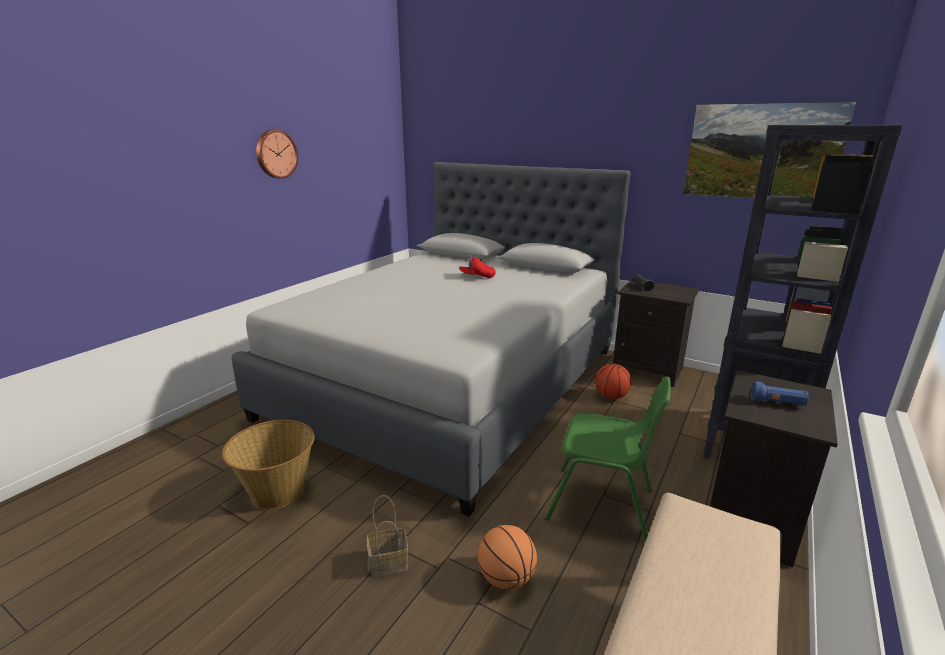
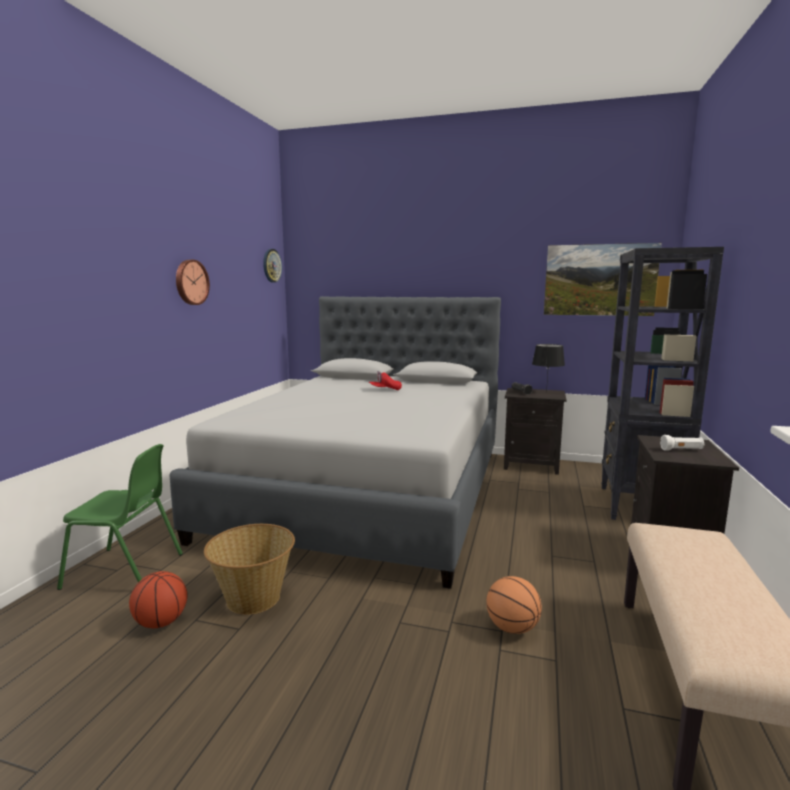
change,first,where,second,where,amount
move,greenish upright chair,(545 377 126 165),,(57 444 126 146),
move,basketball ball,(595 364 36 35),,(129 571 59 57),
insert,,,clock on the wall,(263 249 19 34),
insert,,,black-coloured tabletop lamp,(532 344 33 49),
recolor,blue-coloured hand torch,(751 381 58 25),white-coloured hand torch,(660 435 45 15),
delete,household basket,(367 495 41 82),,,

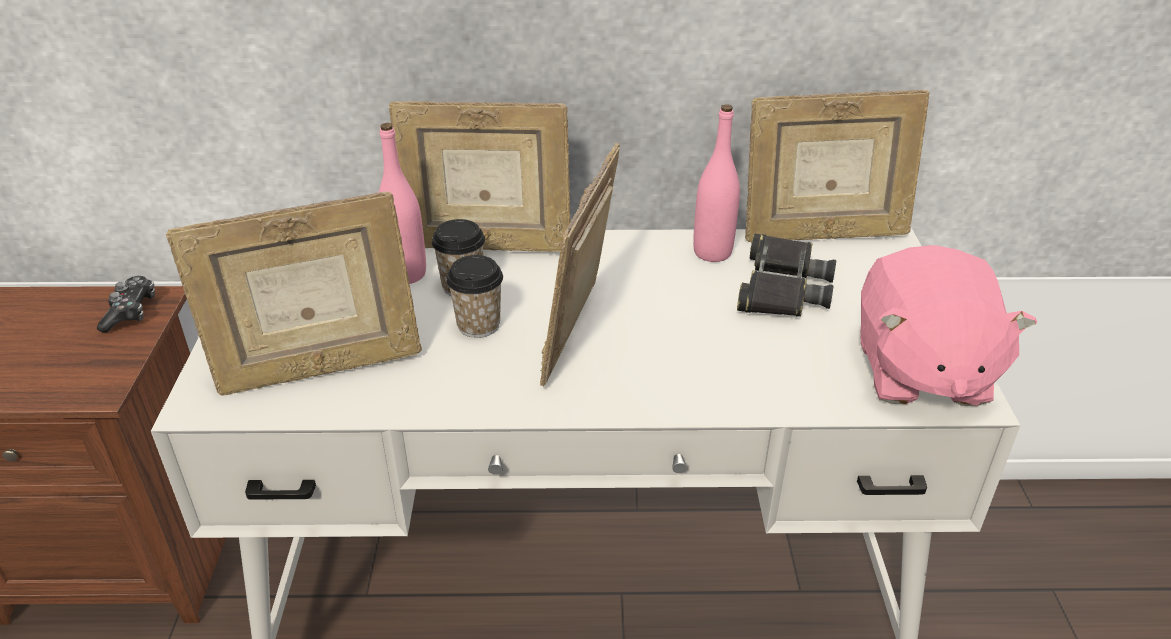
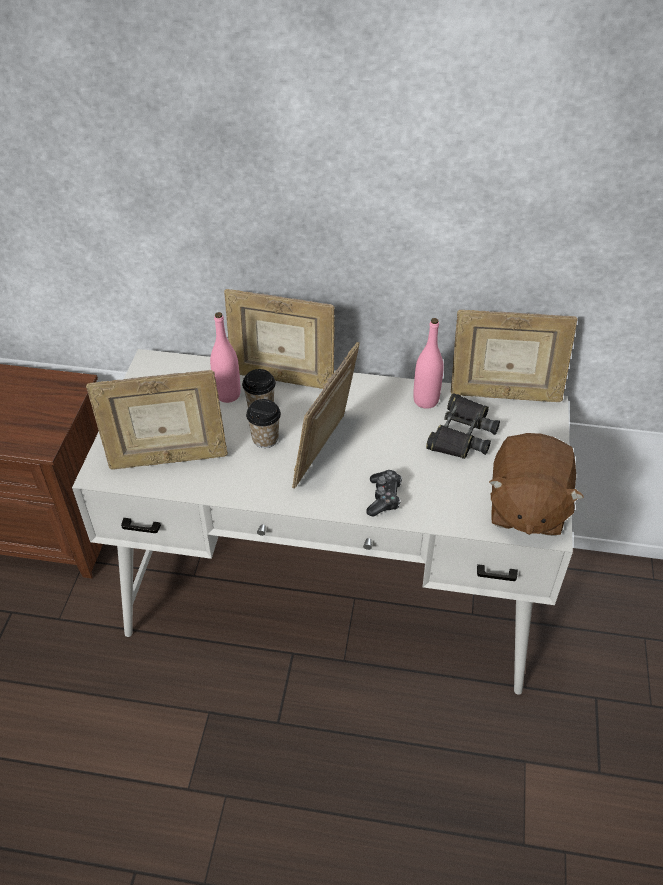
change,first,where,second,where,amount
move,joypad,(97 276 58 56),,(366 470 36 47),
recolor,pink-coloured soft toy,(860 245 177 161),brown soft toy,(489 433 95 103),

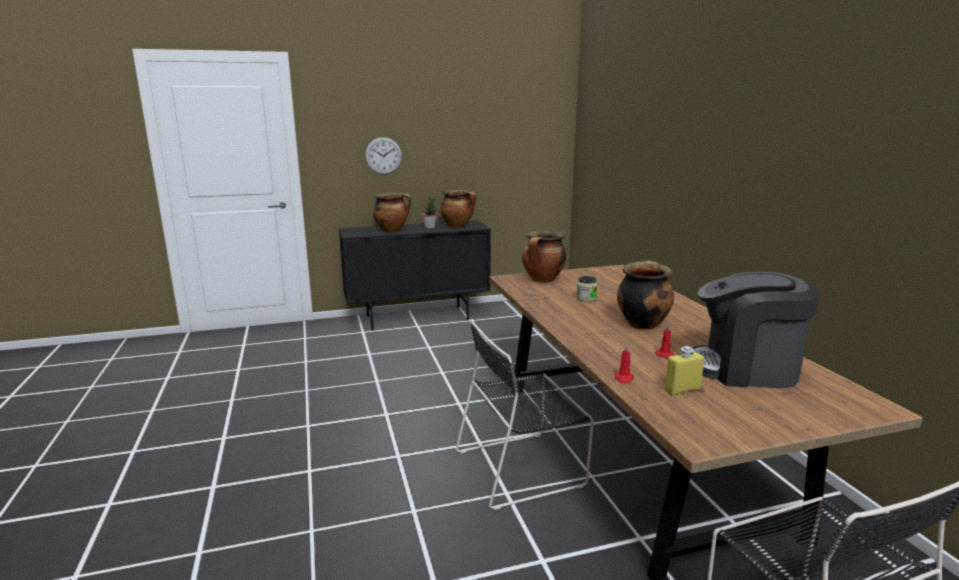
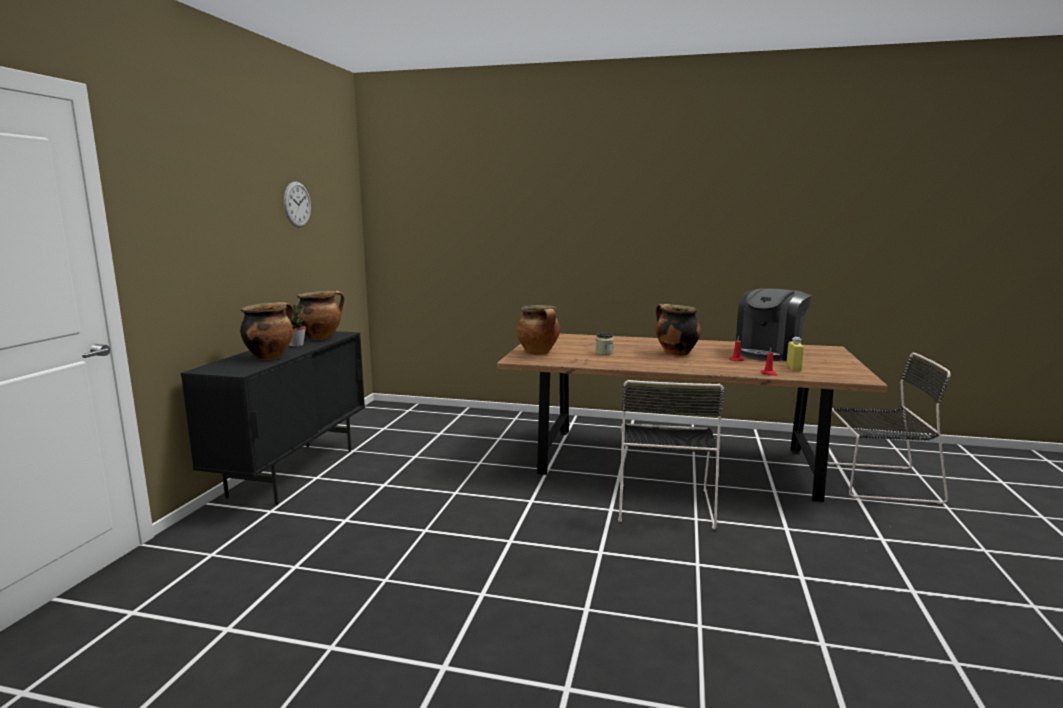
change,first,where,second,where,amount
move,clock on the wall,(365 137 37 38),,(284 181 27 47),

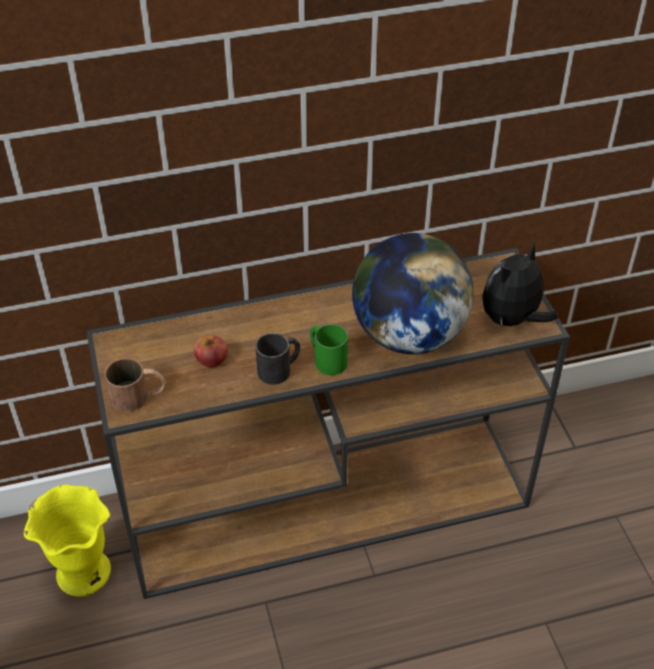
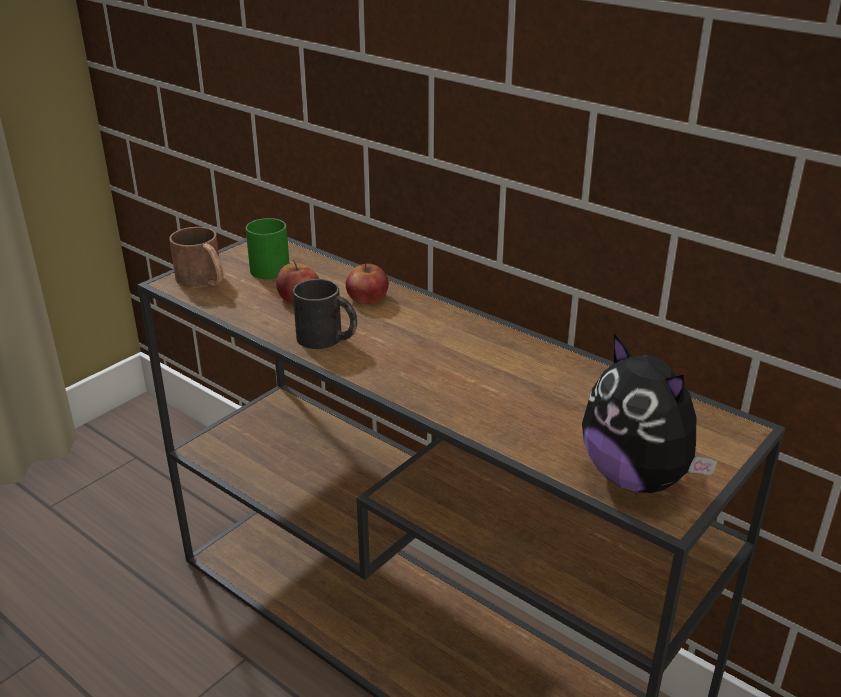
change,first,where,second,where,amount
move,greenish tea mug,(310 324 38 51),,(245 218 45 61),
insert,,,whole apple,(346 263 43 41),
rotate,soft toy,(482 244 76 86),,(582 334 136 159),135 degrees counterclockwise
delete,yellow vase,(24 485 87 112),,,
delete,globe,(352 233 122 121),,,

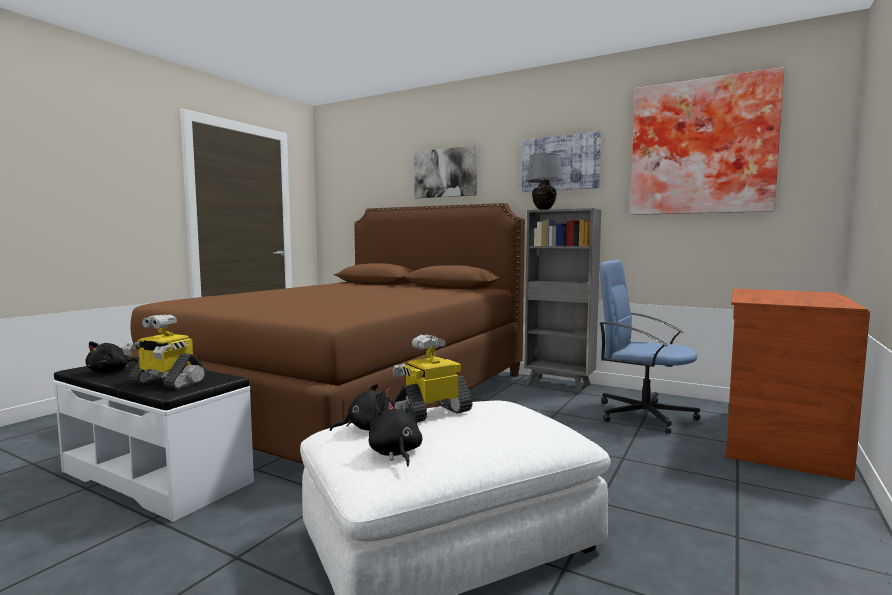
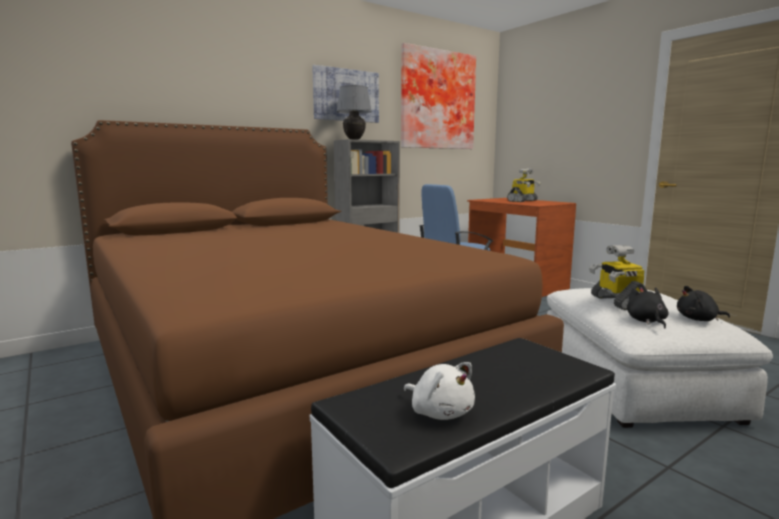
change,first,where,second,where,amount
recolor,black-coloured soft toy,(85 341 53 32),white-coloured soft toy,(403 362 72 58),
move,toy robot,(122 314 84 76),,(507 169 34 33),
delete,wall art,(414 145 63 53),,,

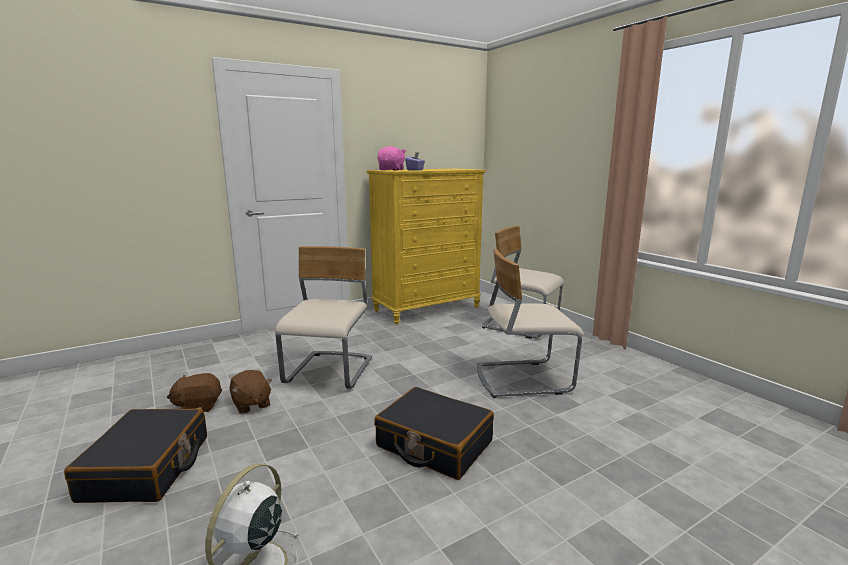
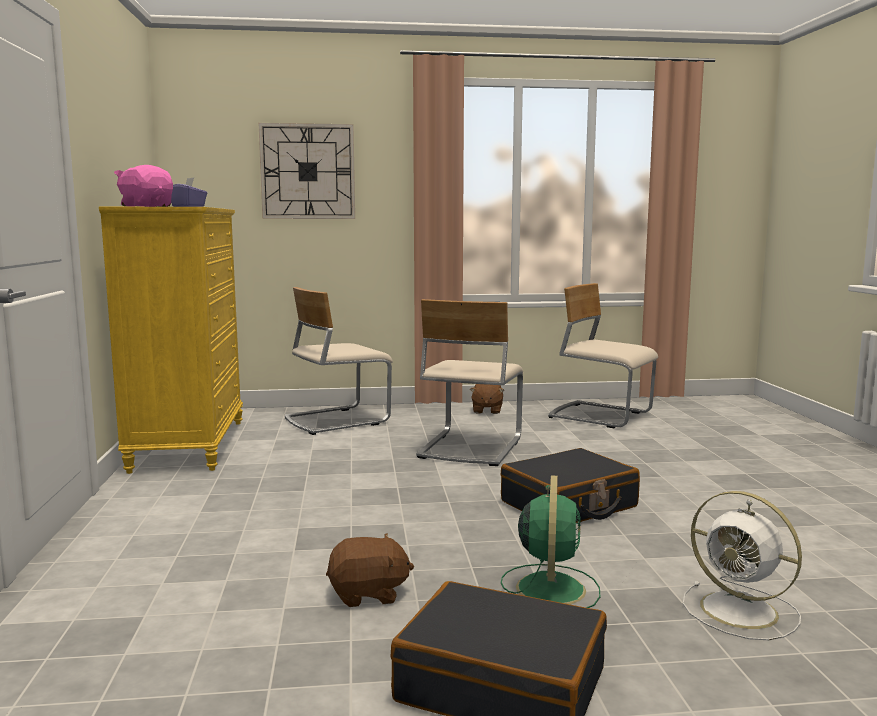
change,first,where,second,where,amount
insert,,,clock on the wall,(259 123 96 96),
move,brown soft toy,(167 373 55 39),,(470 384 34 30),
insert,,,greenish electric fan,(501 475 99 133),
move,beige upright chair,(275 246 97 143),,(548 283 110 145),

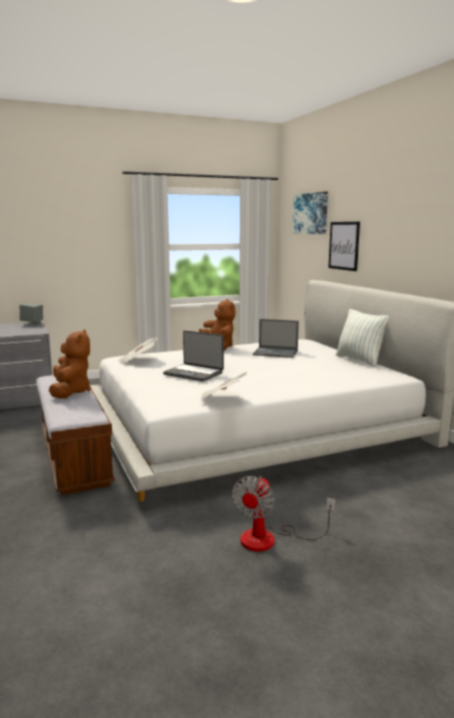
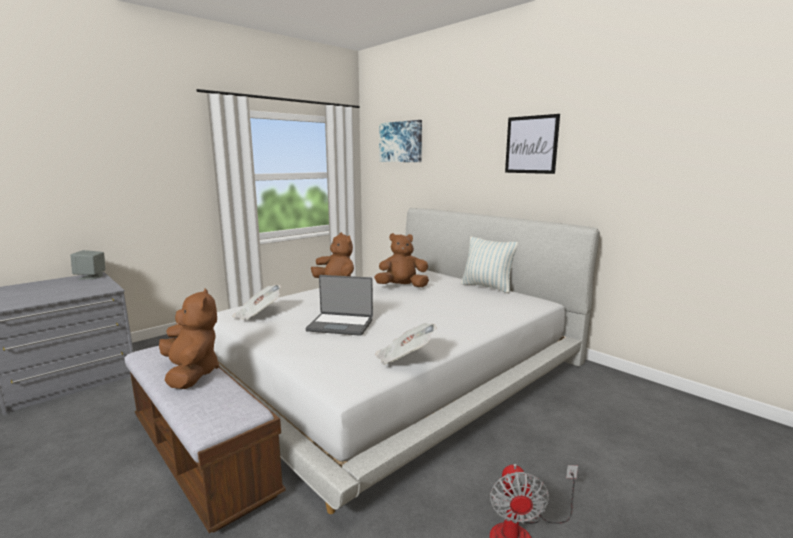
change,first,where,second,where,amount
replace,notebook computer,(253 319 46 39),brown soft toy,(374 233 55 54),
move,wall art,(328 222 32 49),,(505 114 55 60),

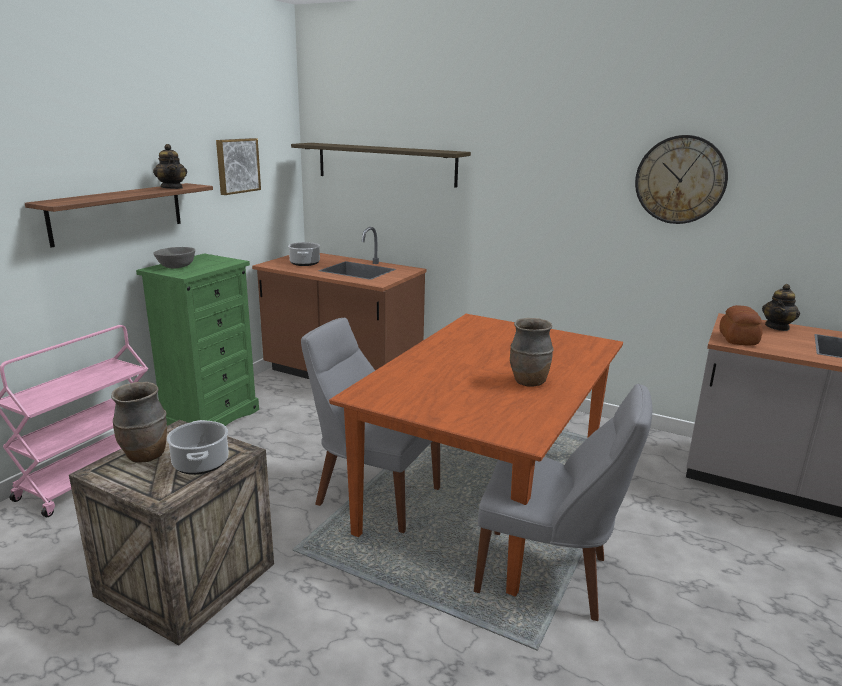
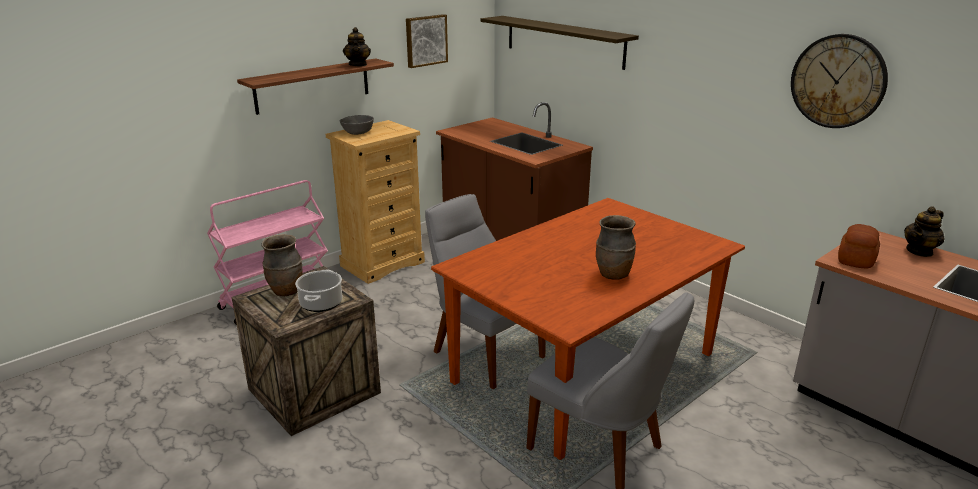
change,first,where,second,where,amount
recolor,greenish drawer chest,(136 254 123 172),beige drawer chest,(326 120 99 164),
delete,stockpot,(288 242 32 24),,,

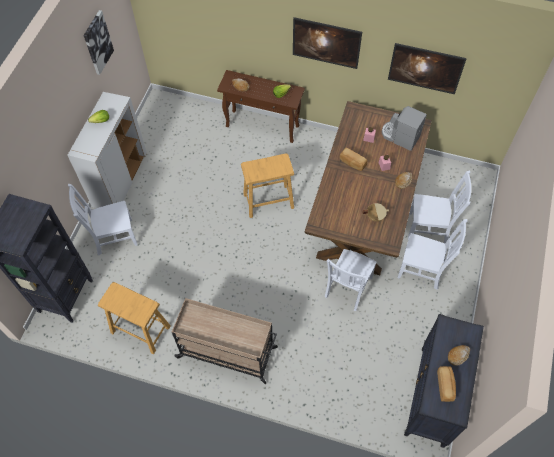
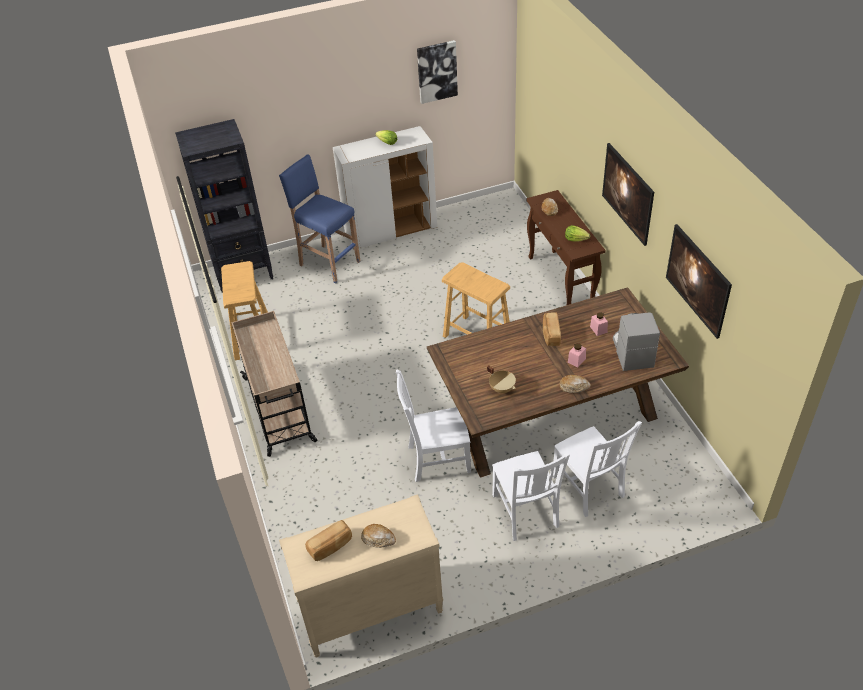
change,first,where,second,where,amount
replace,white-coloured upright chair,(68 184 70 71),blue-coloured stool,(279 155 82 128),
recolor,black-coloured drawer chest,(404 314 80 134),beige drawer chest,(279 494 164 163),

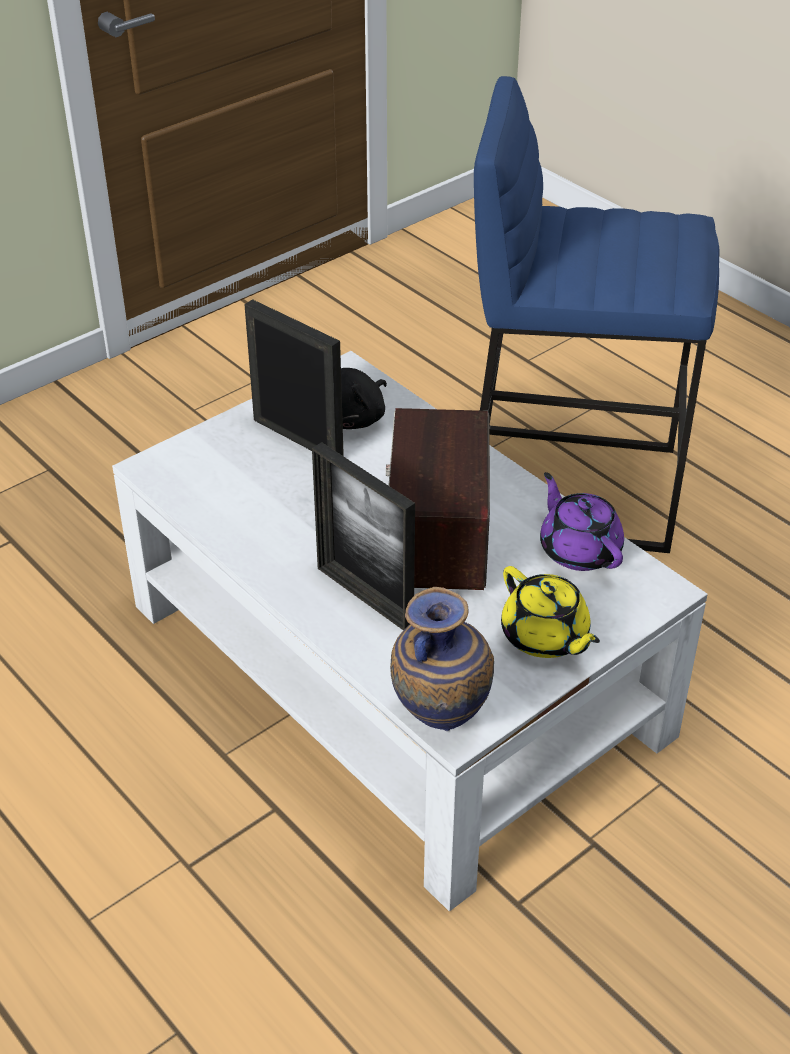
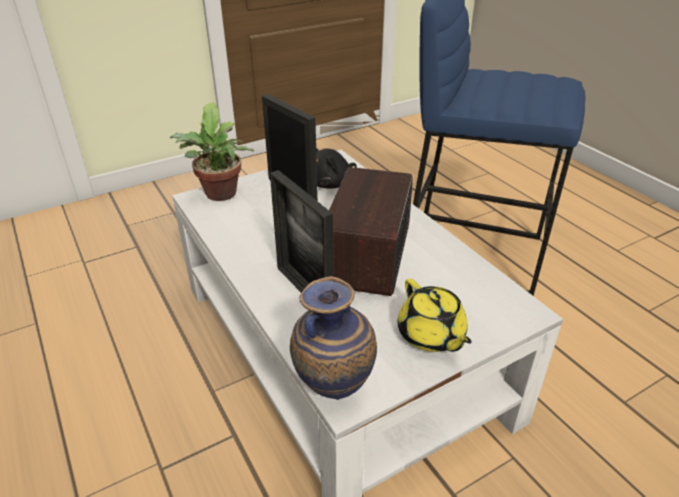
change,first,where,second,where,amount
insert,,,potted plant,(170 103 85 98),
delete,purplish pot for tea,(540 472 84 99),,,

